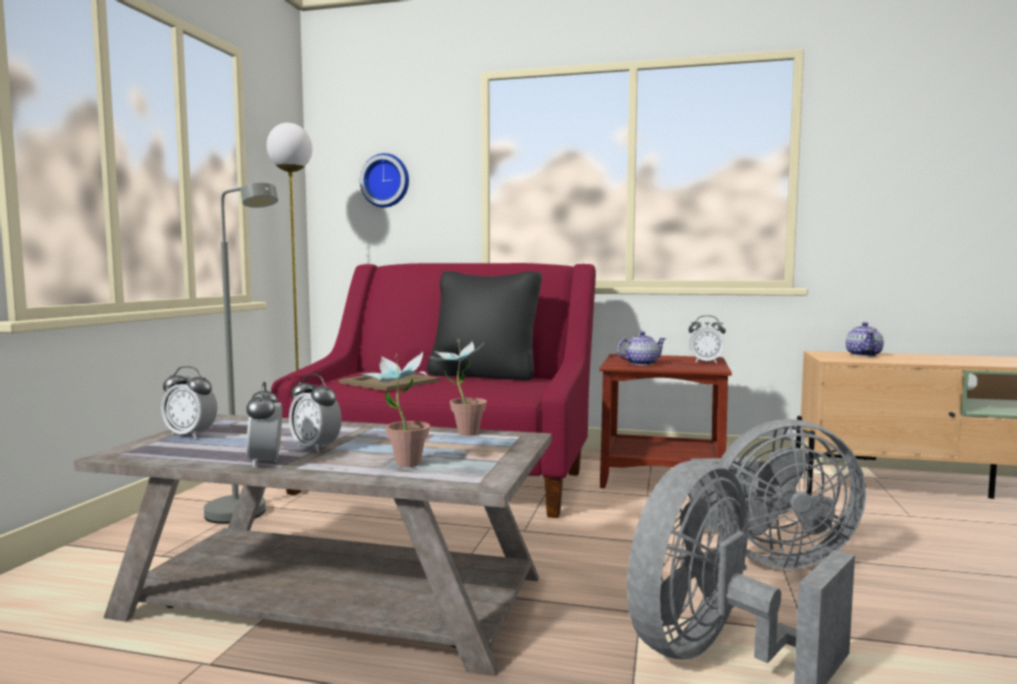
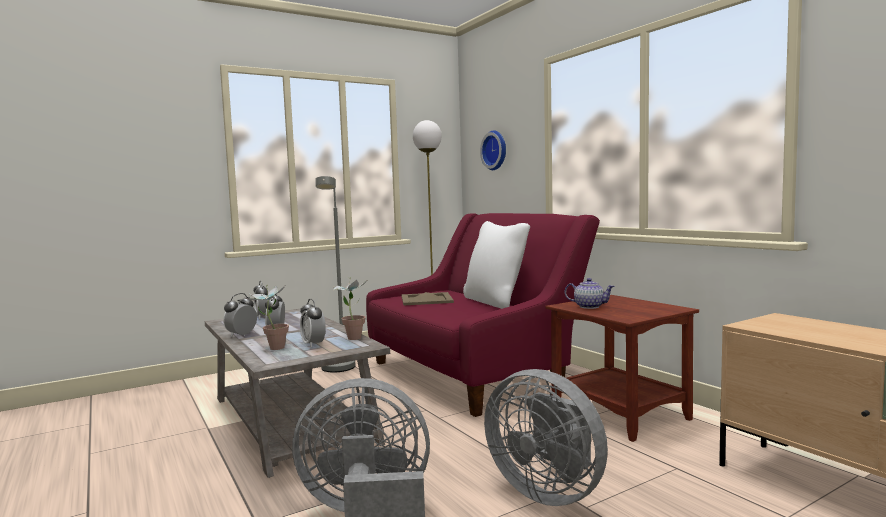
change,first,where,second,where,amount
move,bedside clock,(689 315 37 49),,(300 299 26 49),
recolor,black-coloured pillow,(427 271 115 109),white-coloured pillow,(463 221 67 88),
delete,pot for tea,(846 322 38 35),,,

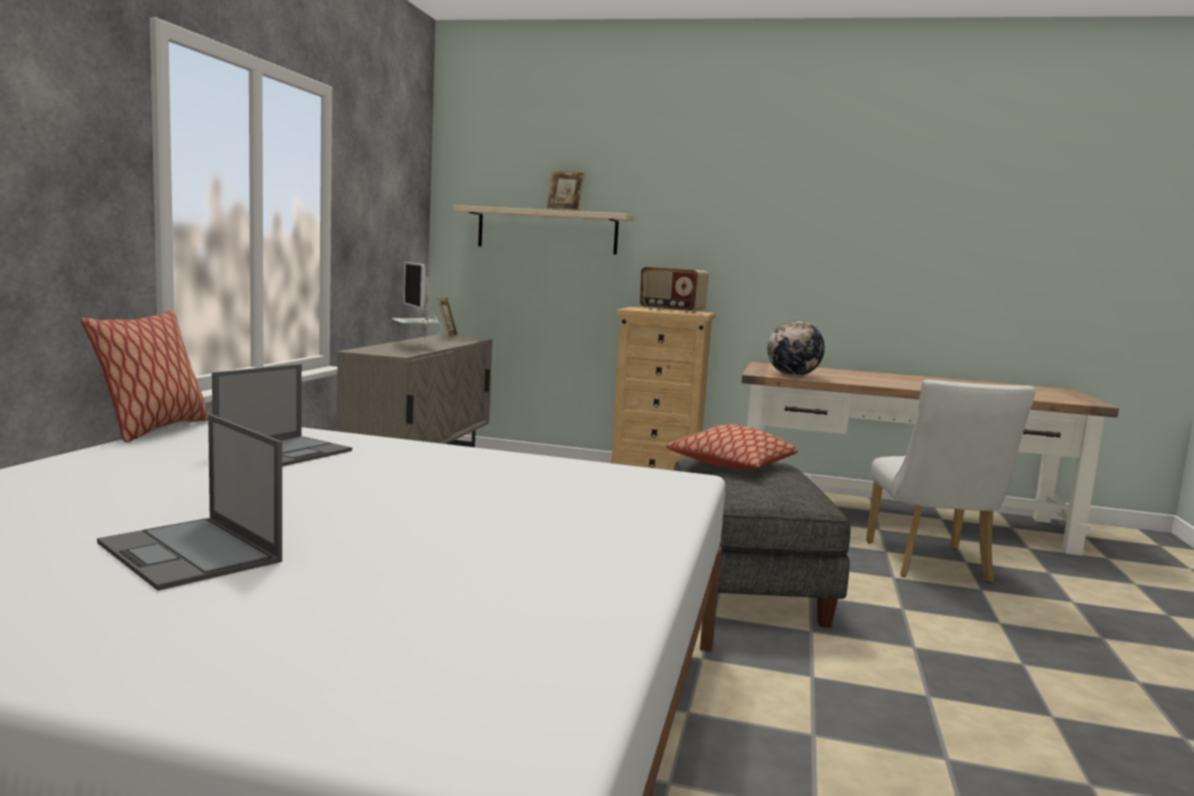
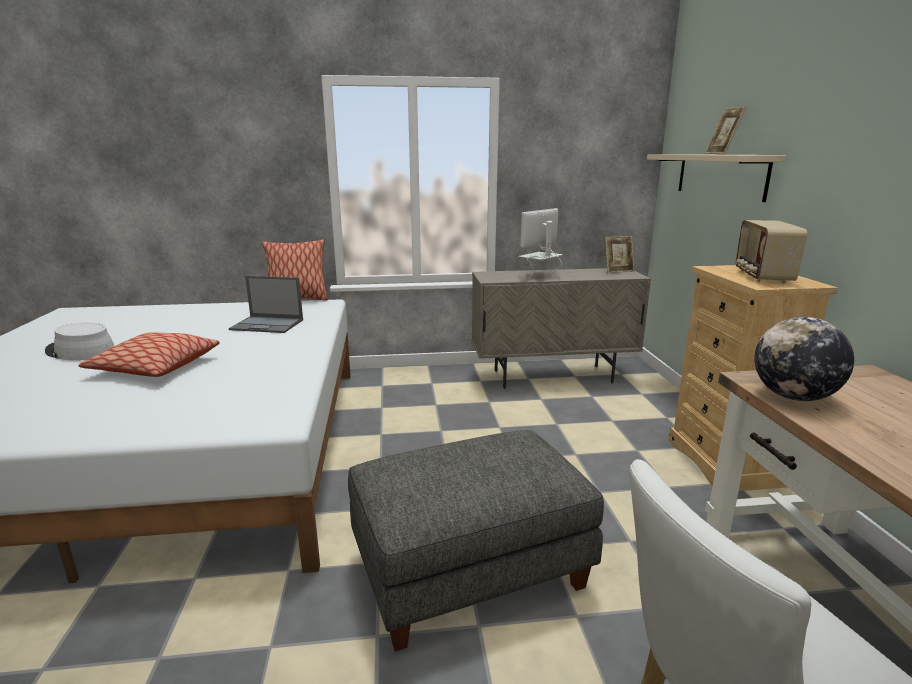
change,first,where,second,where,amount
replace,notebook computer,(97 414 185 177),greyish hat,(45 323 69 37),
move,pillow,(667 424 131 46),,(78 332 141 45),

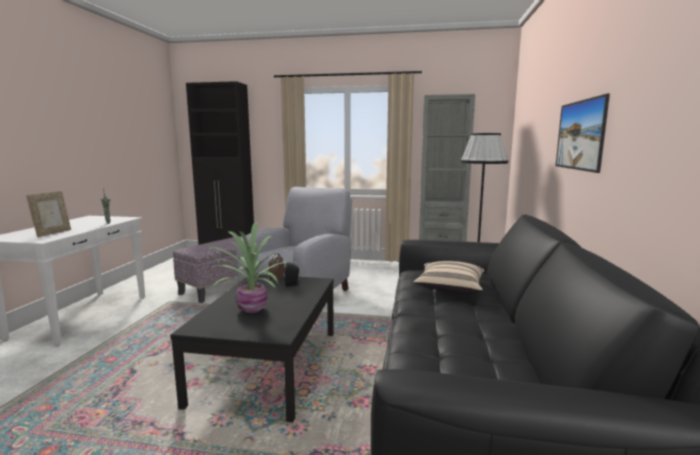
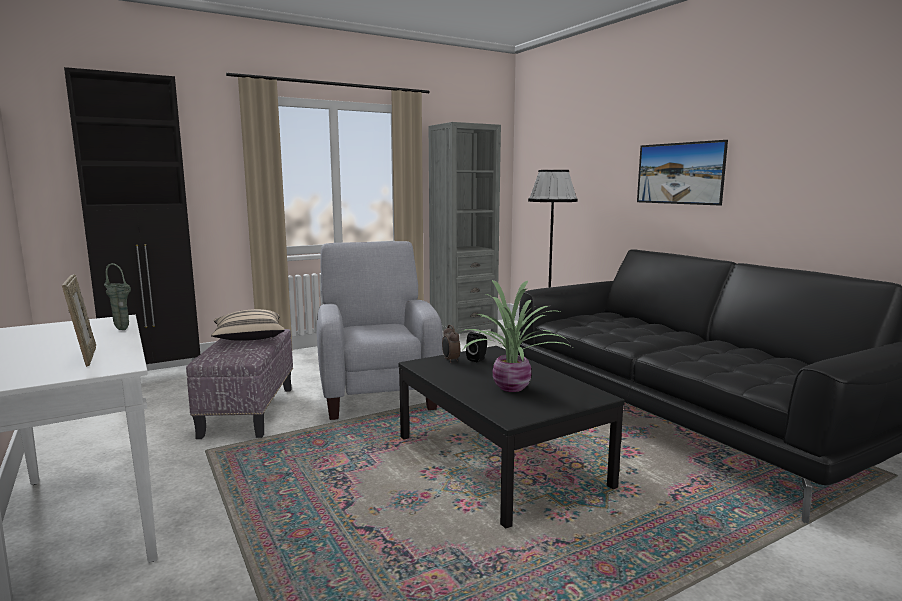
change,first,where,second,where,amount
move,beige pillow,(413 261 71 34),,(211 309 74 32),

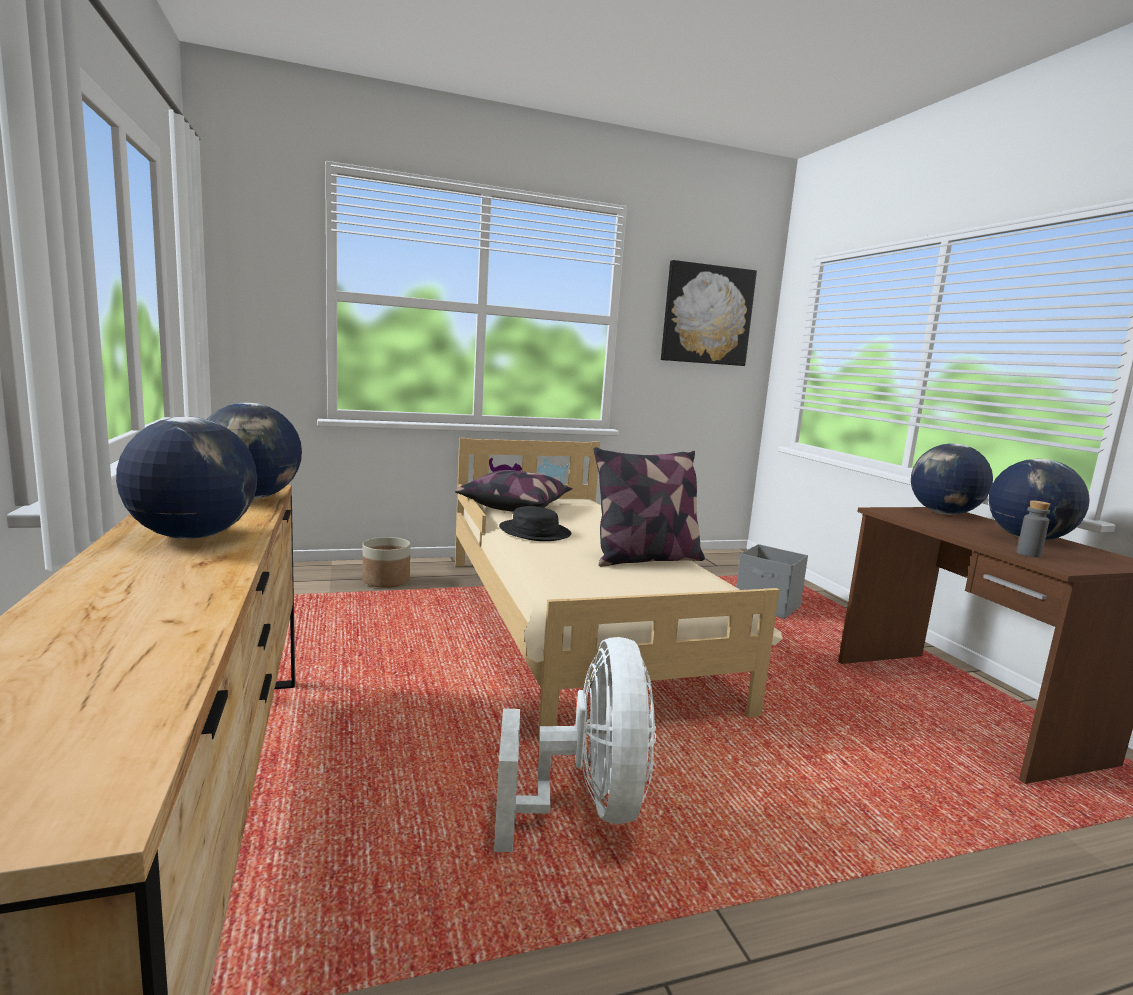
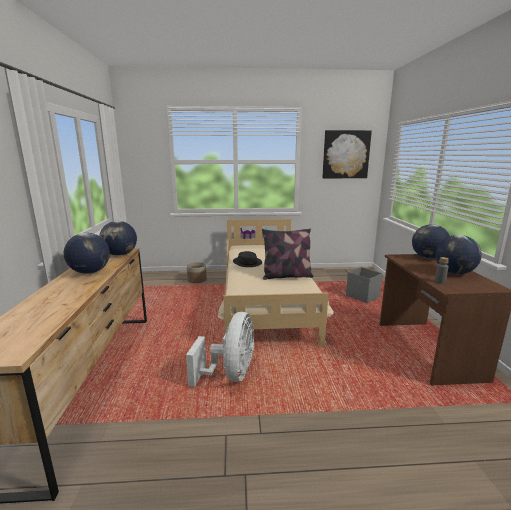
change,first,where,second,where,amount
delete,pillow,(455 470 118 42),,,

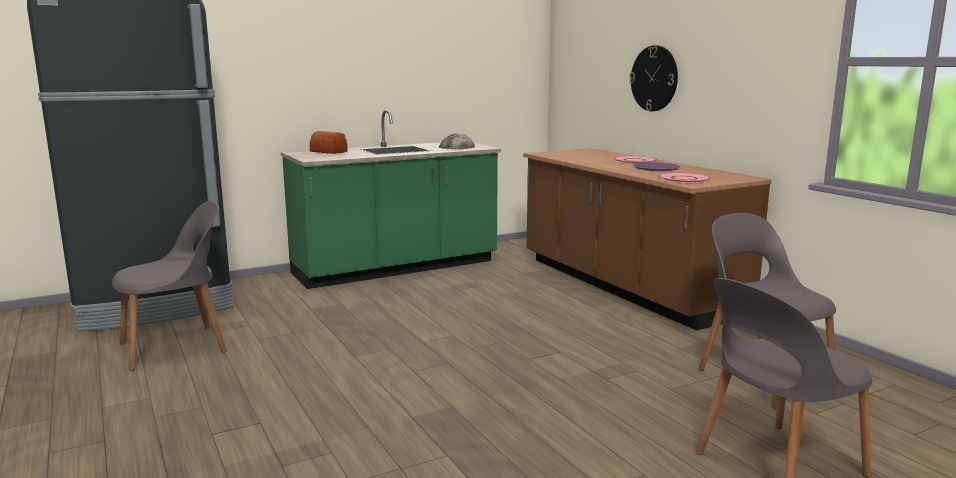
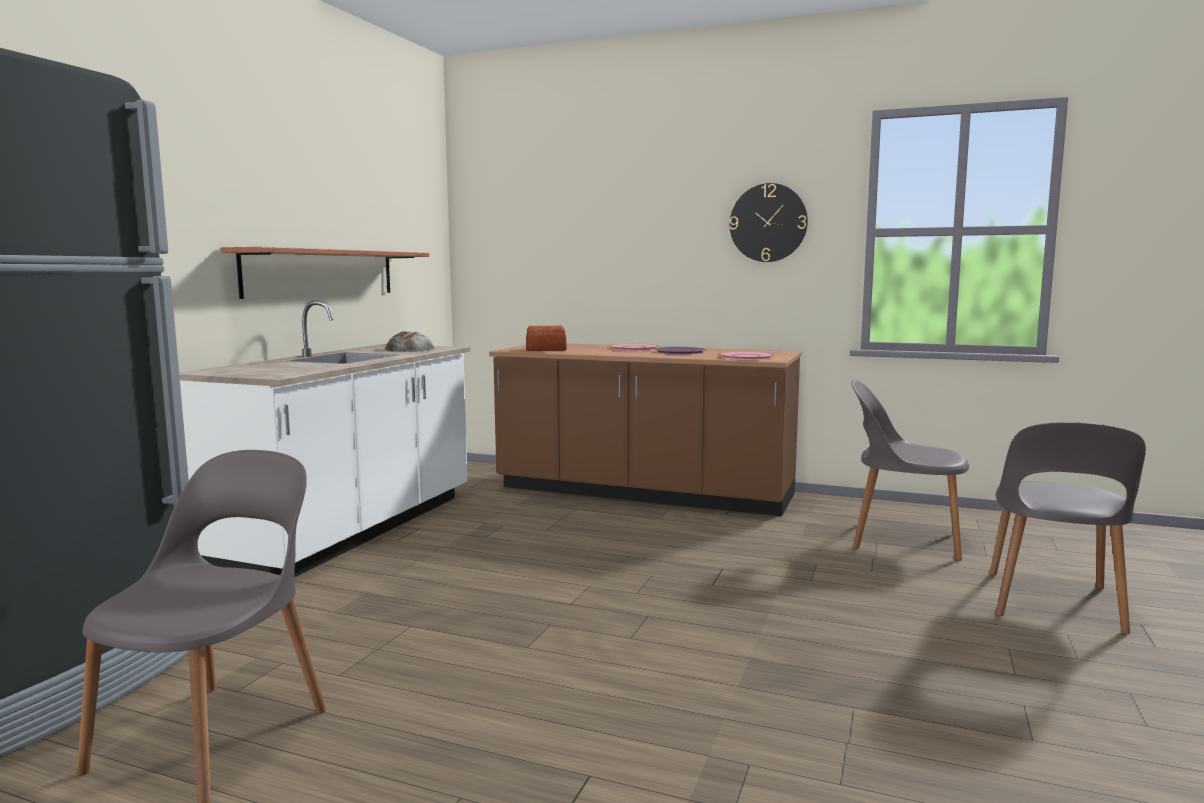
change,first,where,second,where,amount
recolor,greenish kitchen base unit,(281 110 220 179),white-coloured kitchen base unit,(179 301 291 276),
insert,,,bracket shelf,(221 247 208 52),
move,bread,(310 131 38 23),,(526 325 41 26),
move,clock on the wall,(629 45 49 66),,(730 183 78 79),

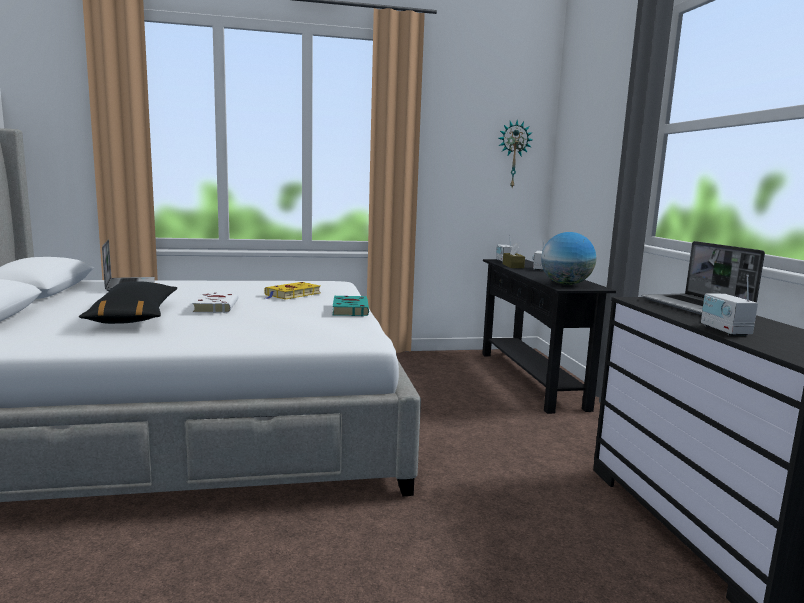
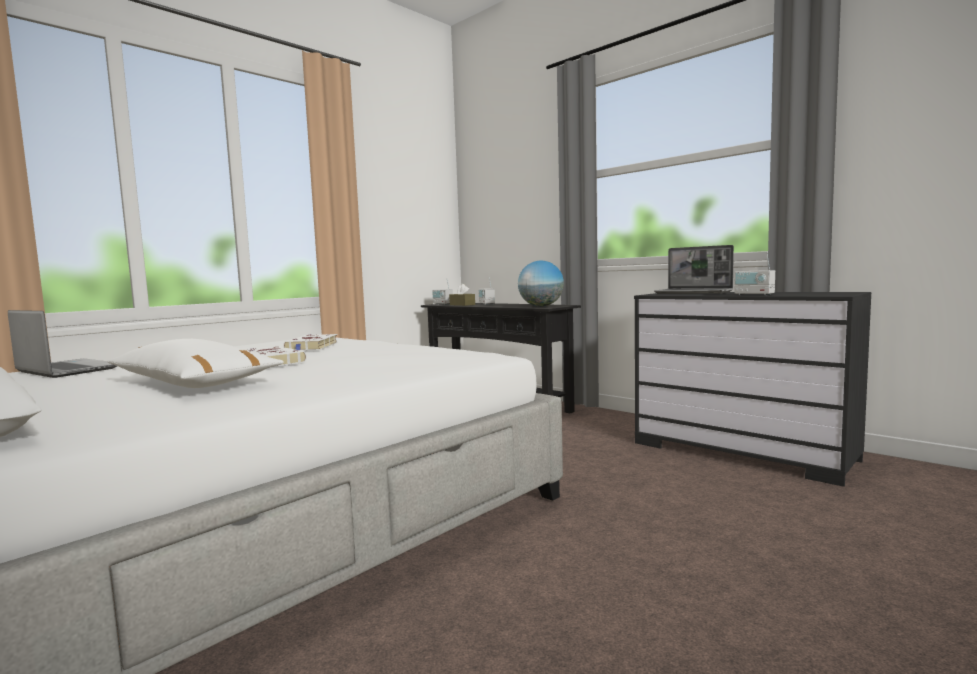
change,first,where,second,where,amount
recolor,black-coloured pillow,(79 281 98 43),white-coloured pillow,(107 339 177 49),
recolor,yellow bound book,(264 282 56 17),white-coloured bound book,(283 334 55 16),
delete,turquoise-coloured bound book,(333 296 36 20),,,
delete,clock on the wall,(499 119 34 69),,,

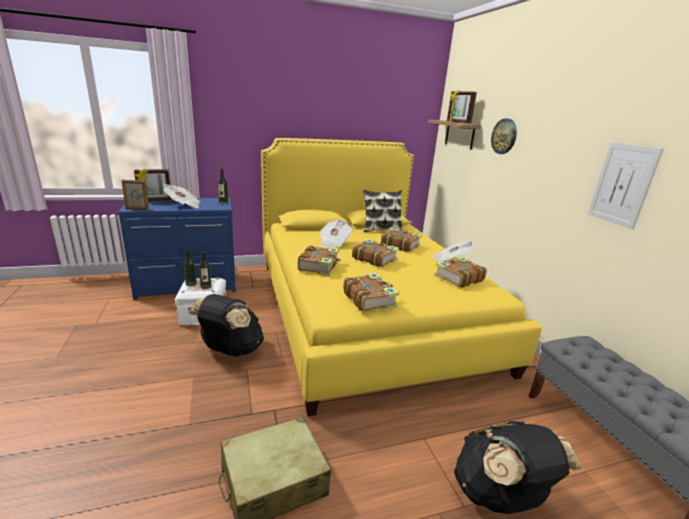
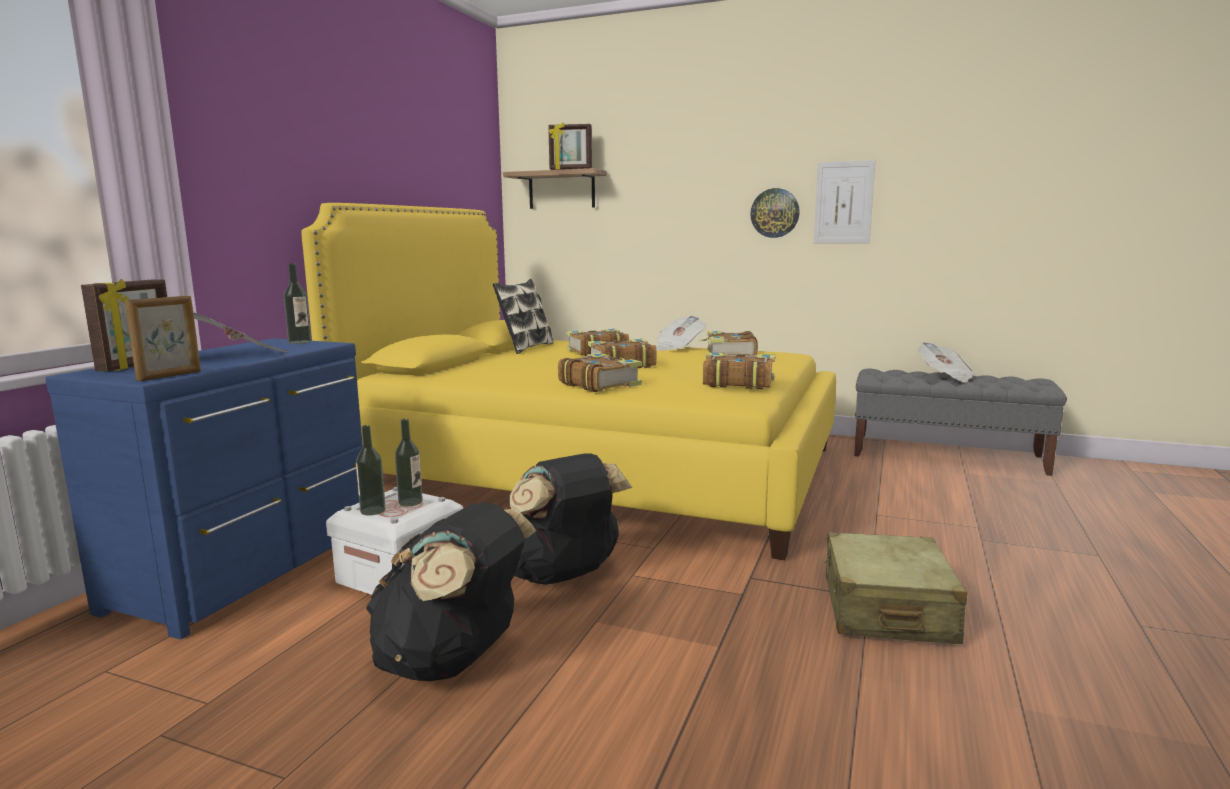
change,first,where,second,where,amount
move,black-coloured rucksack,(454 420 129 94),,(366 503 170 178),
move,clock on the wall,(491 118 26 36),,(750 188 50 50),
move,daily paper,(319 220 34 28),,(918 342 58 40),

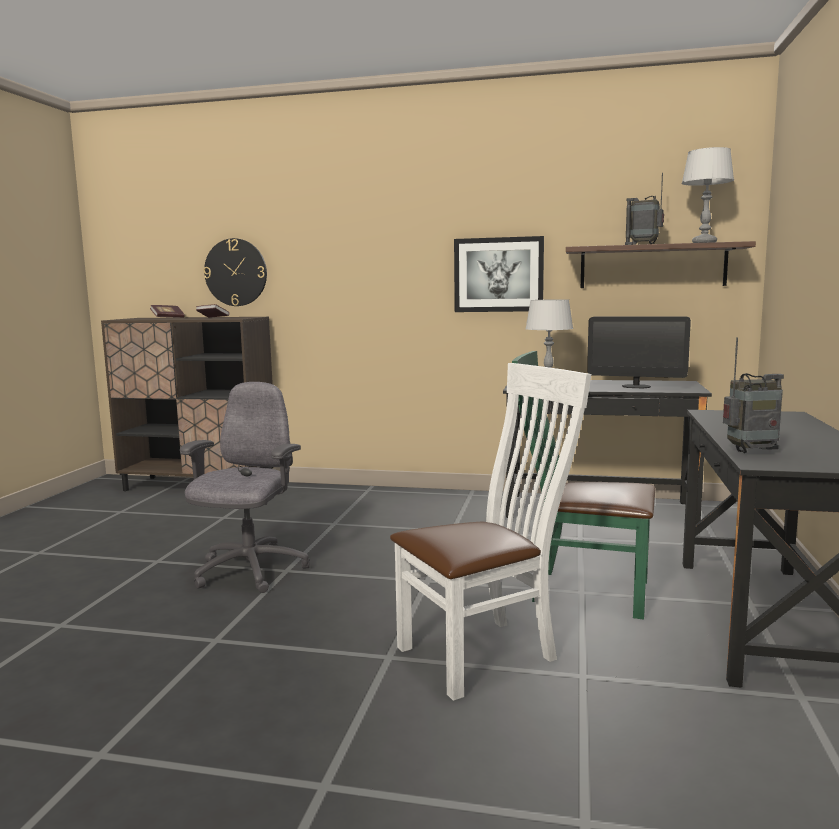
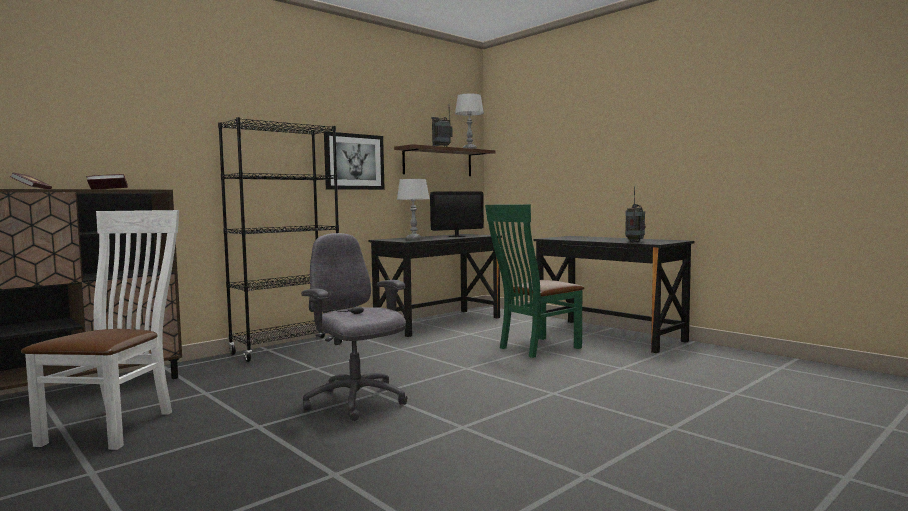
change,first,where,second,where,amount
move,white-coloured upright chair,(390 363 201 338),,(21 210 158 240),
insert,,,black-coloured bookcase,(218 117 125 245),
delete,clock on the wall,(203 238 64 68),,,

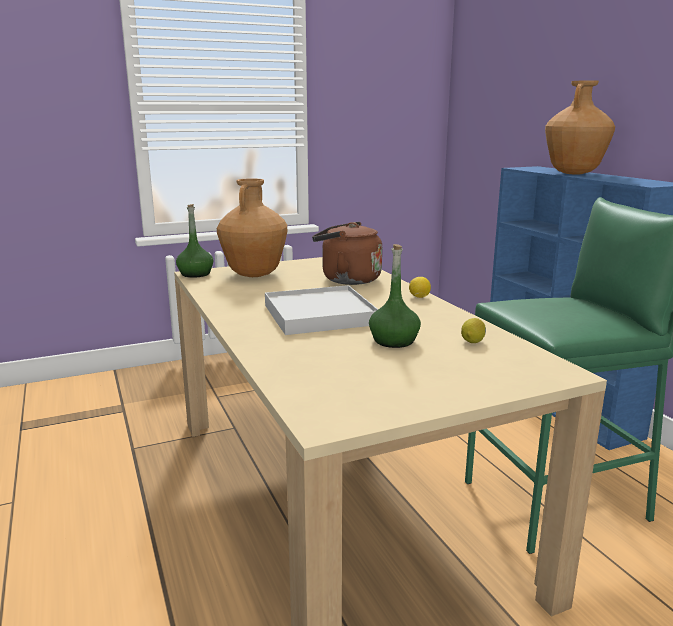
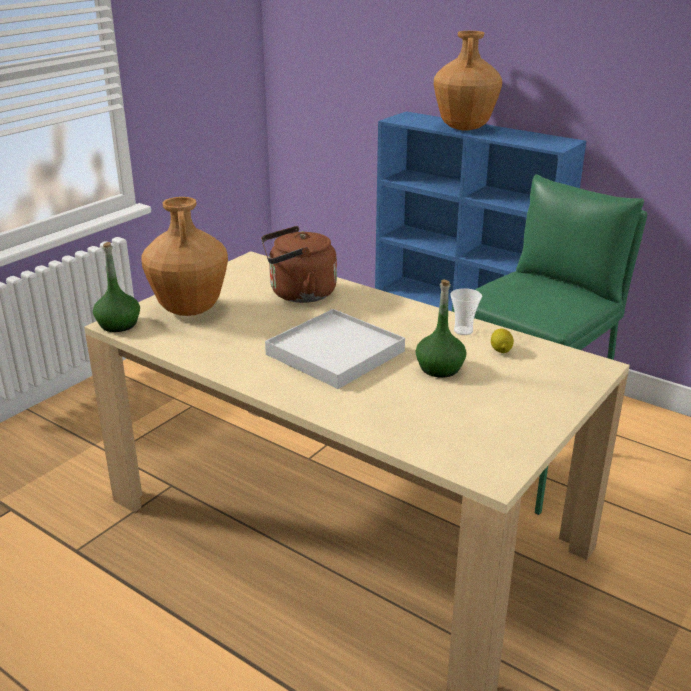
change,first,where,second,where,amount
insert,,,cup,(450 288 32 47),
delete,lemon,(409 277 22 21),,,

